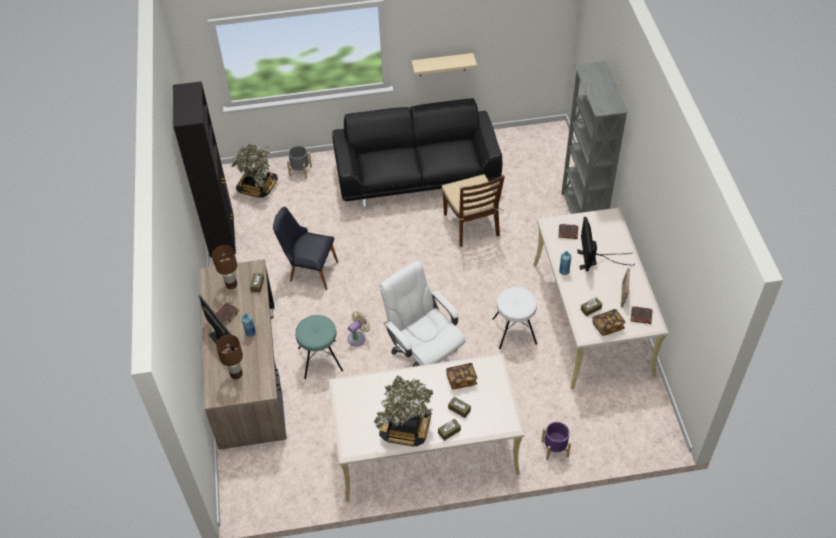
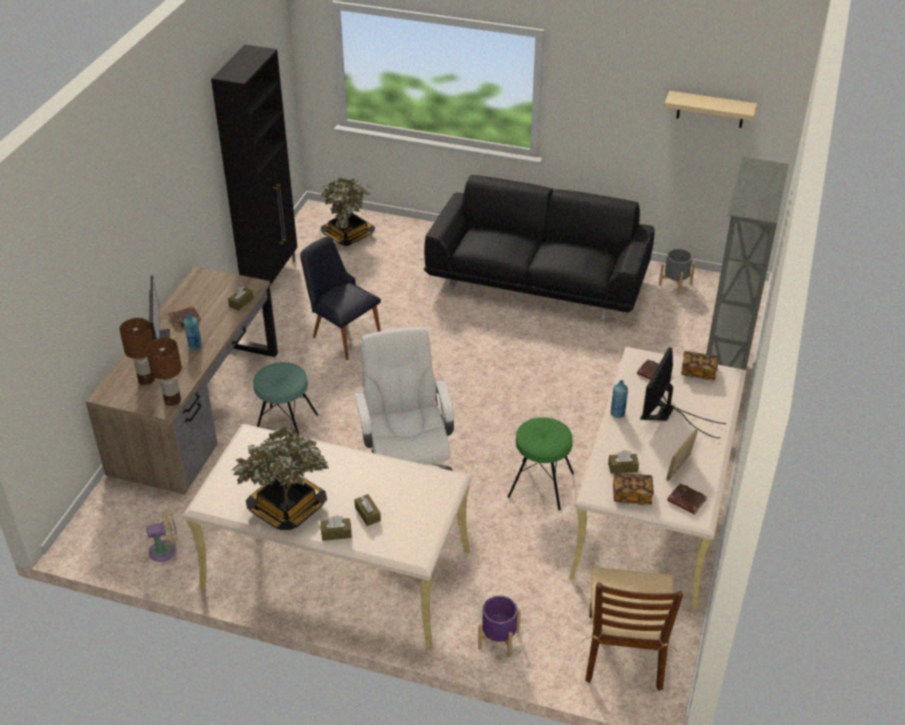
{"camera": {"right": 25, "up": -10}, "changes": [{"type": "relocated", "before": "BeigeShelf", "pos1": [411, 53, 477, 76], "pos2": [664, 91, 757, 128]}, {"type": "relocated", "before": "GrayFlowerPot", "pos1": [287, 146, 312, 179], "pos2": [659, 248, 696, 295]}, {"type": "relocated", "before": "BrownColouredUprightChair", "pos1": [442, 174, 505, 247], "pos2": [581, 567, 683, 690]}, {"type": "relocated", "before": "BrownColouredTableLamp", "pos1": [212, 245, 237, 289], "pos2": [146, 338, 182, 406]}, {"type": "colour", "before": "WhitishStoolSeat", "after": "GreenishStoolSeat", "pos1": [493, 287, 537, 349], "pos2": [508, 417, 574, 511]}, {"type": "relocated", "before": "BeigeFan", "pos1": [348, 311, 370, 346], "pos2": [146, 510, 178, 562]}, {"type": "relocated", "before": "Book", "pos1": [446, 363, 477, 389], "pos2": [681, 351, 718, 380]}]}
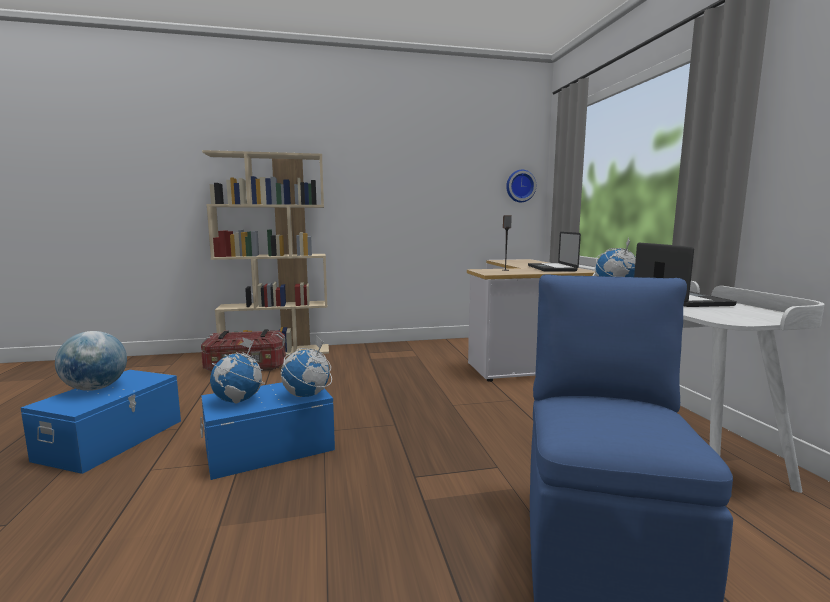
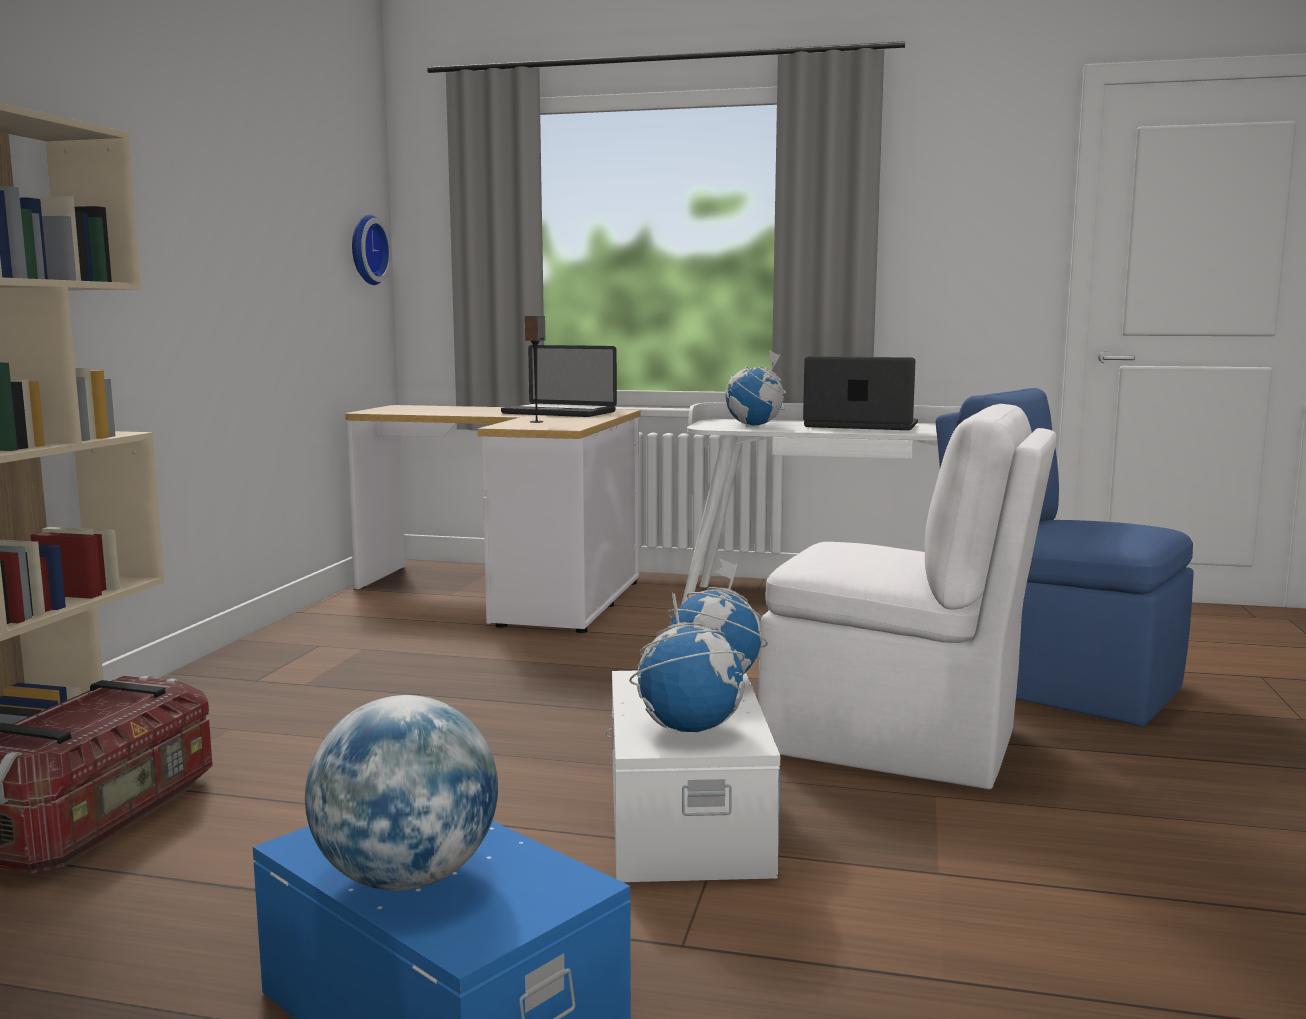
{"camera": {"right": -65, "up": 0}, "changes": [{"type": "colour", "before": "BluishStorageBox", "after": "WhitishStorageBox", "pos1": [200, 382, 335, 480], "pos2": [606, 671, 780, 882]}, {"type": "appeared", "after": "WhitishUprightChair", "pos2": [759, 404, 1057, 789]}]}
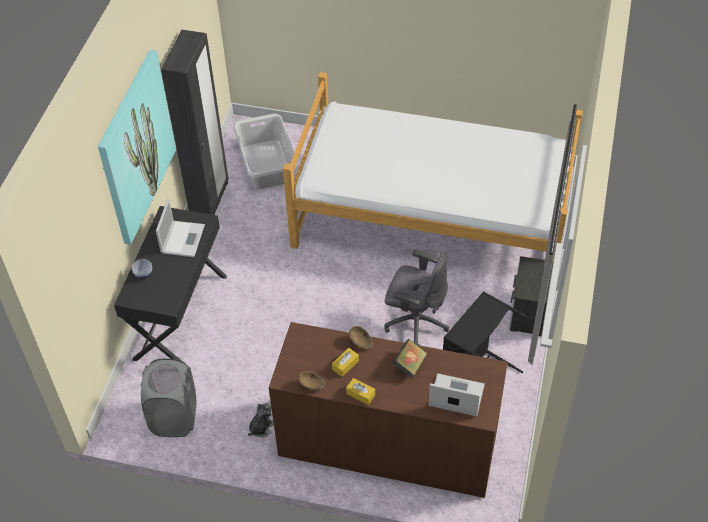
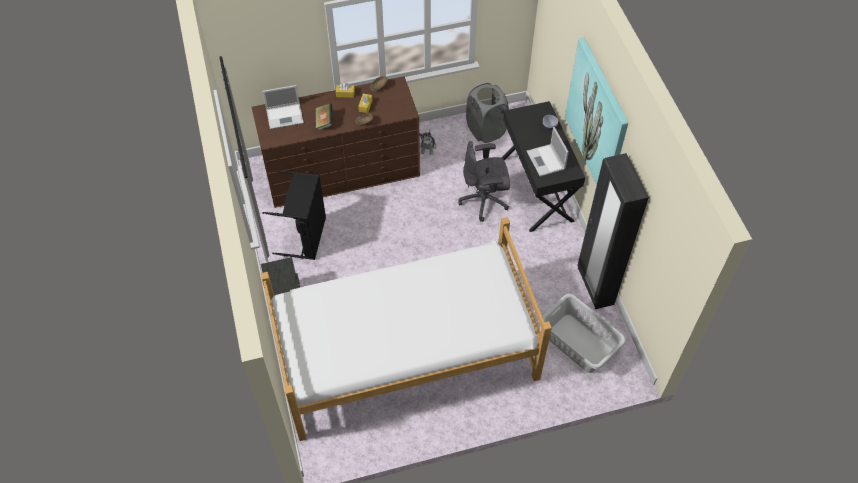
{"camera": {"right": 150, "up": 5}, "changes": [{"type": "relocated", "before": "GrayDeskChair", "pos1": [384, 249, 449, 346], "pos2": [458, 141, 510, 222]}]}
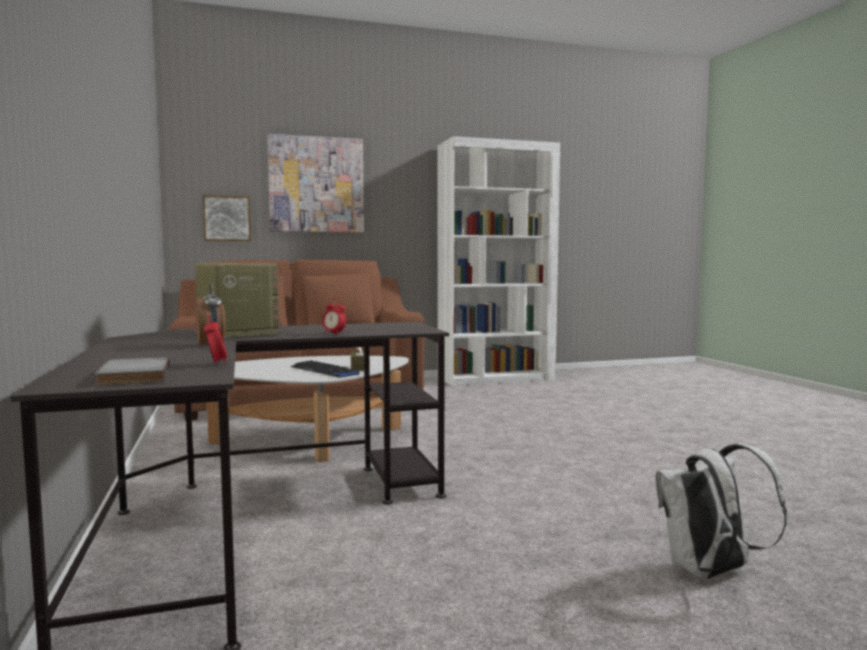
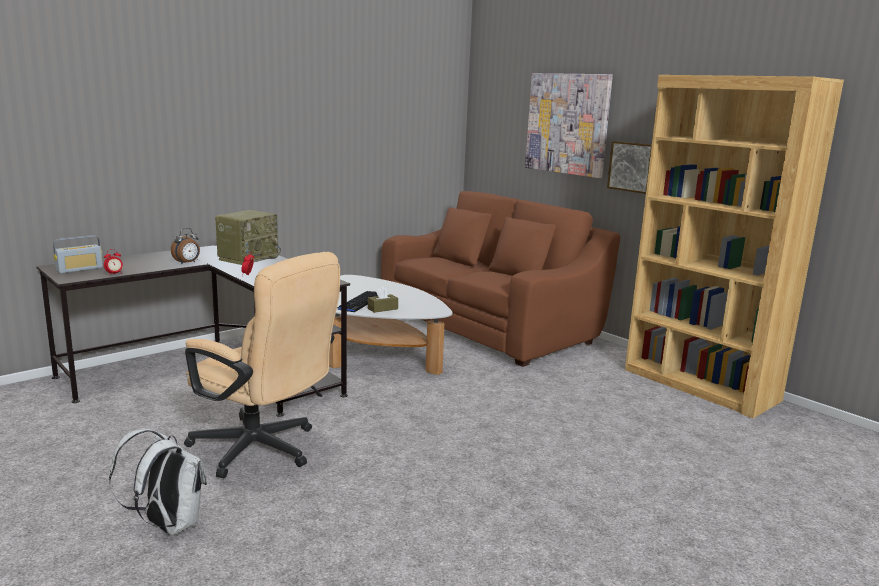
{"camera": {"right": 65, "up": 10}, "changes": [{"type": "colour", "before": "WhitishBookshelf", "after": "BrownColouredBookshelf", "pos1": [437, 136, 560, 386], "pos2": [625, 75, 844, 418]}, {"type": "relocated", "before": "WallArt", "pos1": [203, 195, 251, 241], "pos2": [607, 141, 652, 194]}, {"type": "exchanged", "before": "GrayBook", "after": "RadioReceiver", "pos1": [95, 357, 170, 385], "pos2": [53, 235, 103, 274]}, {"type": "appeared", "after": "BeigeDeskChair", "pos2": [184, 252, 340, 479]}]}
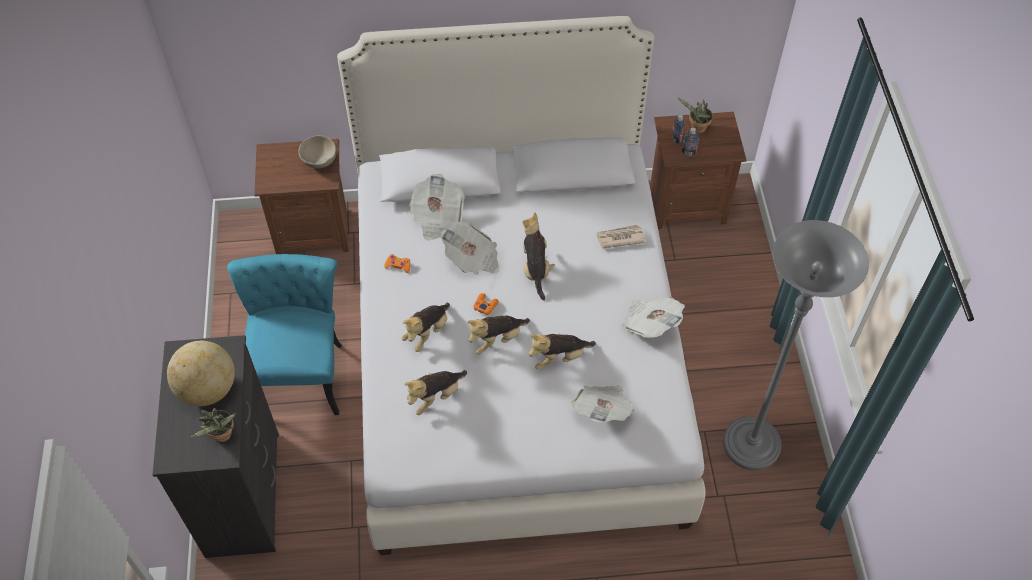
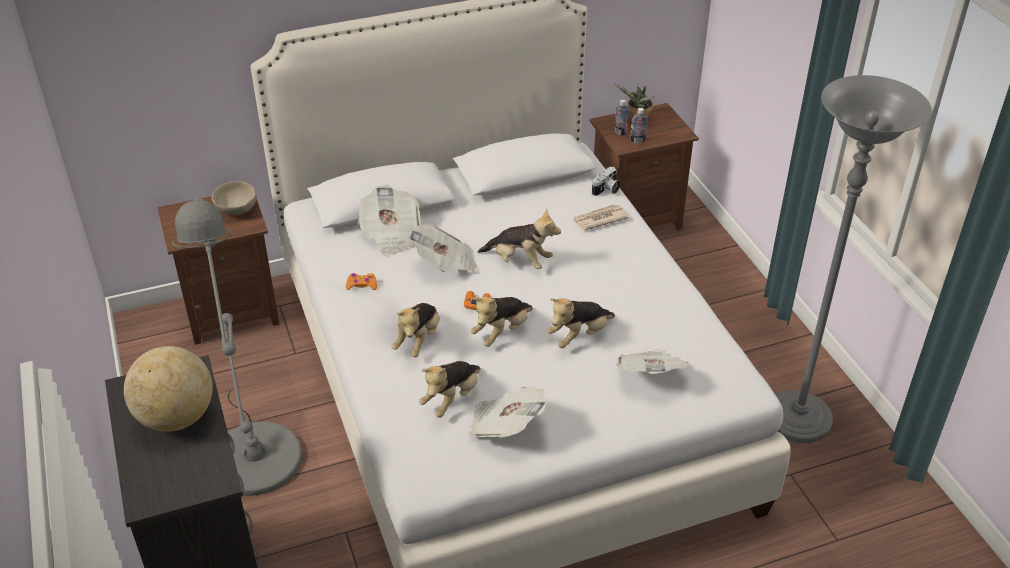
{"camera": {"right": -15, "up": -15}, "changes": [{"type": "spun", "before": "SoftToy", "pos1": [522, 212, 555, 300], "pos2": [478, 209, 561, 269], "turn": 135}, {"type": "exchanged", "before": "BlueGreenUprightChair", "after": "GrayStandingLamp", "pos1": [227, 254, 342, 415], "pos2": [172, 198, 302, 496]}, {"type": "relocated", "before": "DailyPaper", "pos1": [622, 297, 685, 338], "pos2": [469, 387, 546, 438]}, {"type": "missing", "before": "Houseplant", "pos1": [192, 408, 237, 442]}, {"type": "appeared", "after": "StillCamera", "pos2": [592, 166, 621, 196]}]}
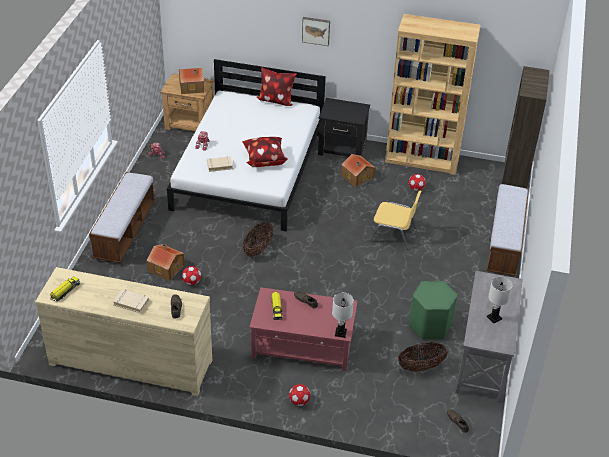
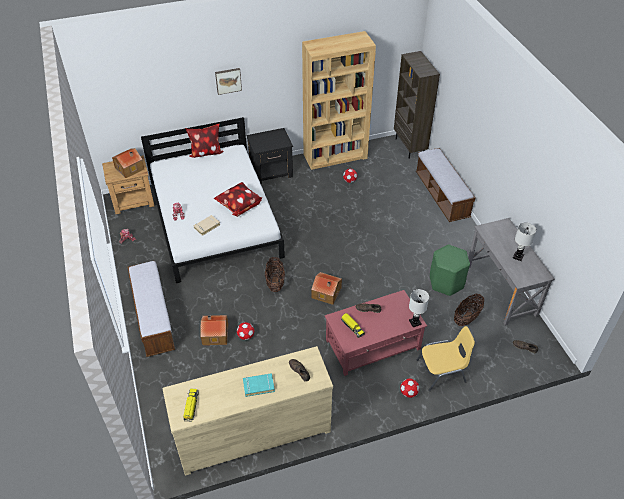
{"camera": {"right": -30, "up": 5}, "changes": [{"type": "relocated", "before": "ToyHouse", "pos1": [341, 154, 376, 187], "pos2": [311, 272, 342, 305]}, {"type": "relocated", "before": "YellowUprightChair", "pos1": [370, 191, 422, 250], "pos2": [417, 326, 475, 391]}, {"type": "colour", "before": "BeigeBook", "after": "BlueGreenBook", "pos1": [113, 289, 149, 313], "pos2": [243, 373, 275, 397]}]}
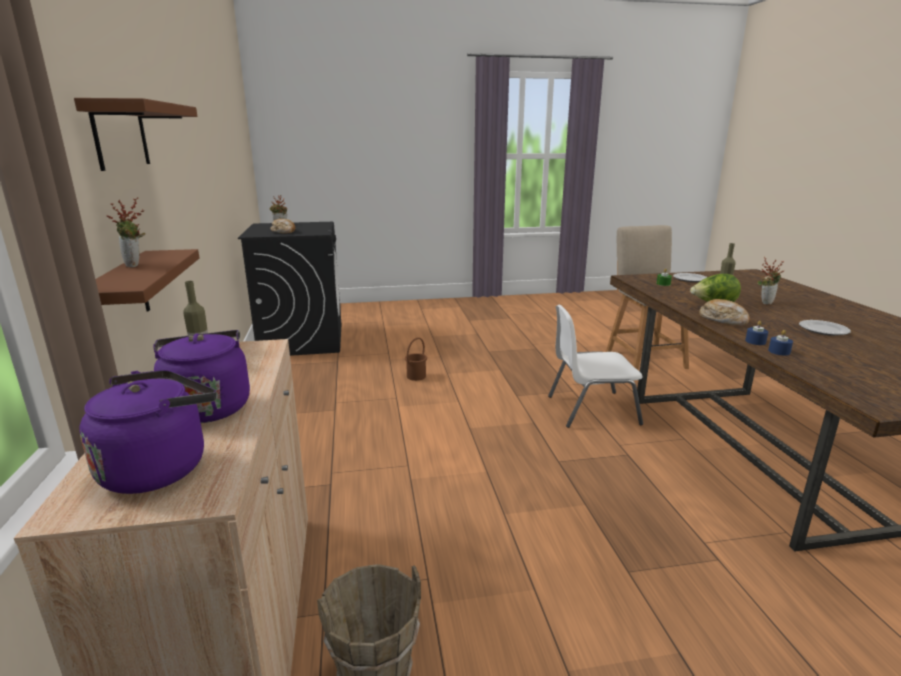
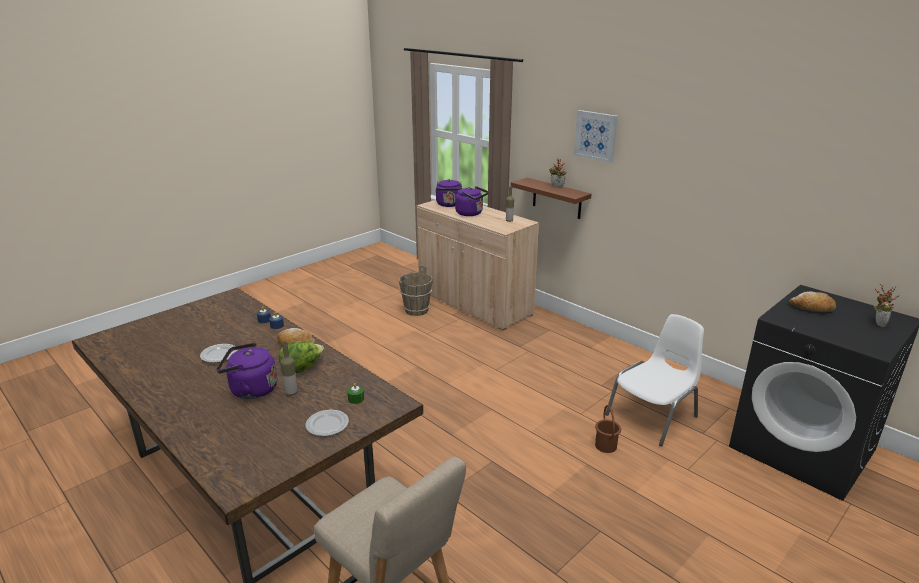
{"camera": {"right": 145, "up": 5}, "changes": [{"type": "exchanged", "before": "BrownColouredShelf", "after": "WallArt", "pos1": [74, 98, 197, 171], "pos2": [574, 110, 618, 163]}, {"type": "exchanged", "before": "Houseplant", "after": "PurpleColouredKettle", "pos1": [757, 257, 784, 305], "pos2": [216, 343, 277, 399]}, {"type": "relocated", "before": "WhitishUprightChair", "pos1": [548, 305, 643, 428], "pos2": [605, 314, 704, 446]}]}
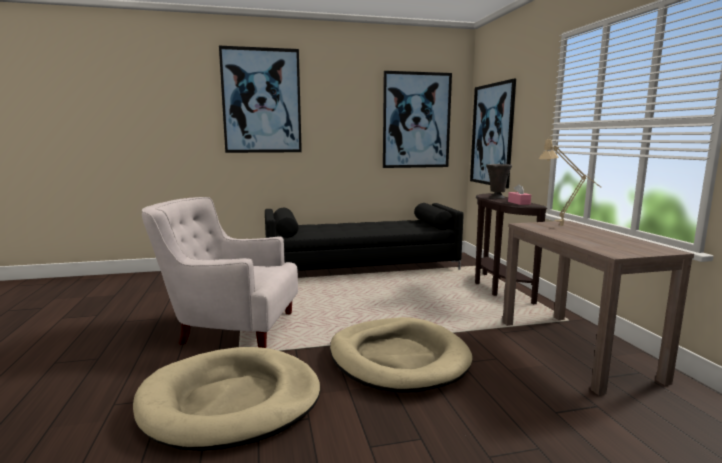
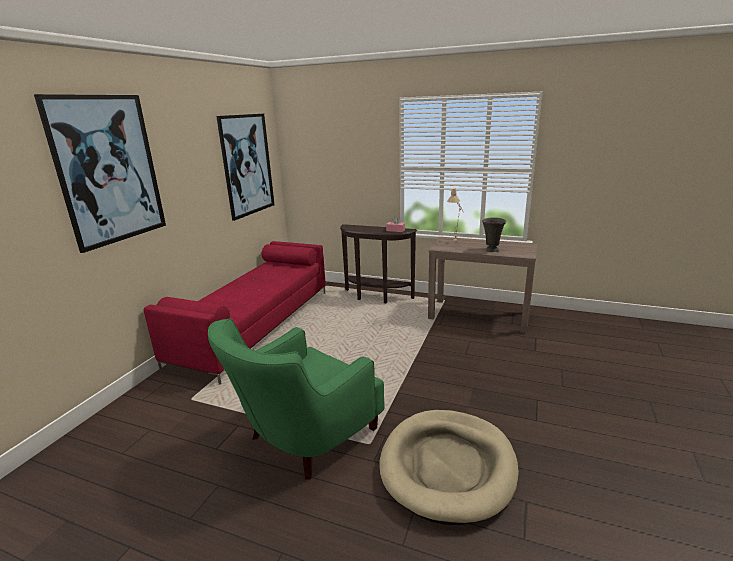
{"camera": {"right": -55, "up": 10}, "changes": [{"type": "missing", "before": "WallArt", "pos1": [470, 79, 516, 188]}, {"type": "relocated", "before": "GrayFlowerVase", "pos1": [486, 164, 512, 199], "pos2": [482, 217, 506, 252]}, {"type": "colour", "before": "WhitishLoungeChair", "after": "GreenishLoungeChair", "pos1": [142, 197, 298, 348], "pos2": [208, 319, 385, 480]}, {"type": "colour", "before": "BlackColouredCouch", "after": "ReddishCouch", "pos1": [265, 203, 464, 271], "pos2": [144, 241, 326, 385]}, {"type": "missing", "before": "BeigeDogCushion", "pos1": [330, 317, 472, 392]}]}
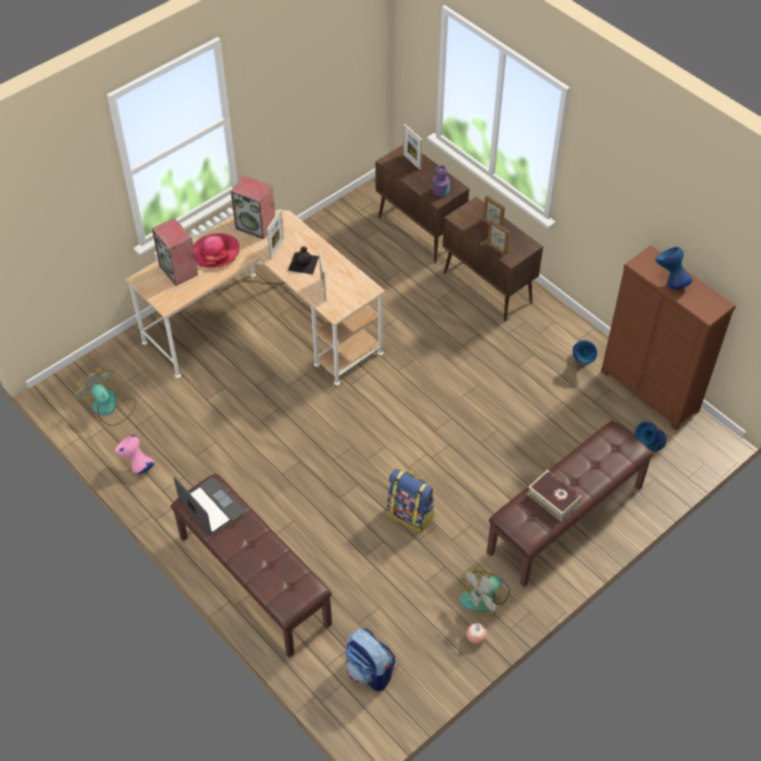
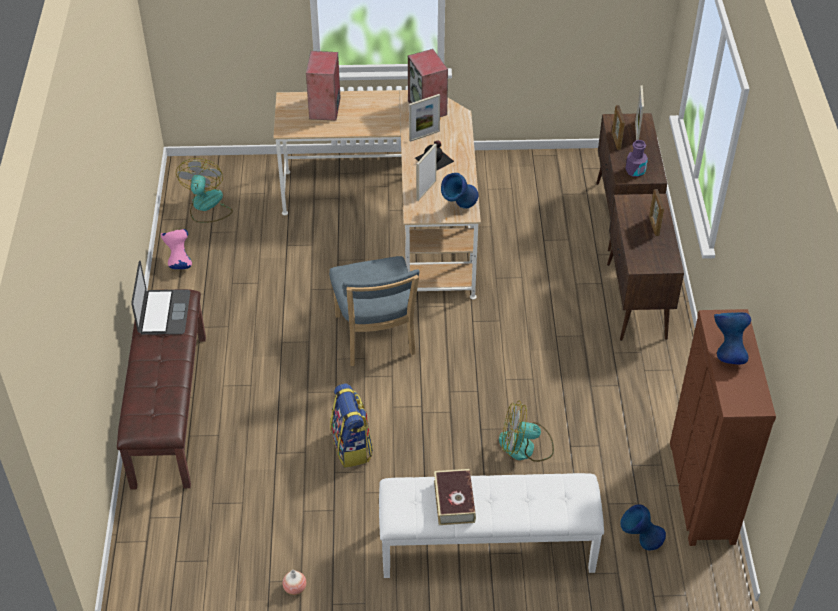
{"camera": {"right": 40, "up": -5}, "changes": [{"type": "relocated", "before": "StandingFrame", "pos1": [487, 219, 510, 255], "pos2": [612, 105, 625, 150]}, {"type": "missing", "before": "ClothingHat", "pos1": [193, 233, 240, 268]}, {"type": "relocated", "before": "BluishFlowerVase", "pos1": [573, 340, 597, 364], "pos2": [441, 173, 479, 209]}, {"type": "colour", "before": "BrownColouredLongSeat", "after": "WhitishLongSeat", "pos1": [487, 421, 654, 587], "pos2": [379, 473, 604, 578]}, {"type": "relocated", "before": "Fan", "pos1": [460, 567, 510, 614], "pos2": [499, 401, 554, 462]}, {"type": "missing", "before": "Rucksack", "pos1": [345, 628, 395, 691]}, {"type": "appeared", "after": "BluishUprightChair", "pos2": [329, 256, 420, 366]}]}
